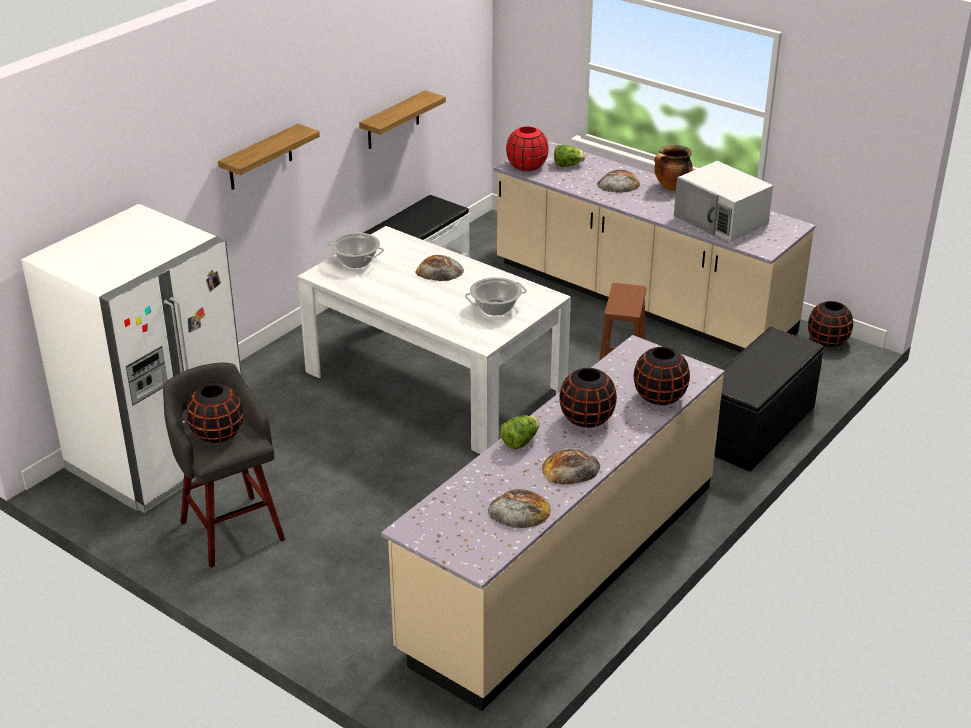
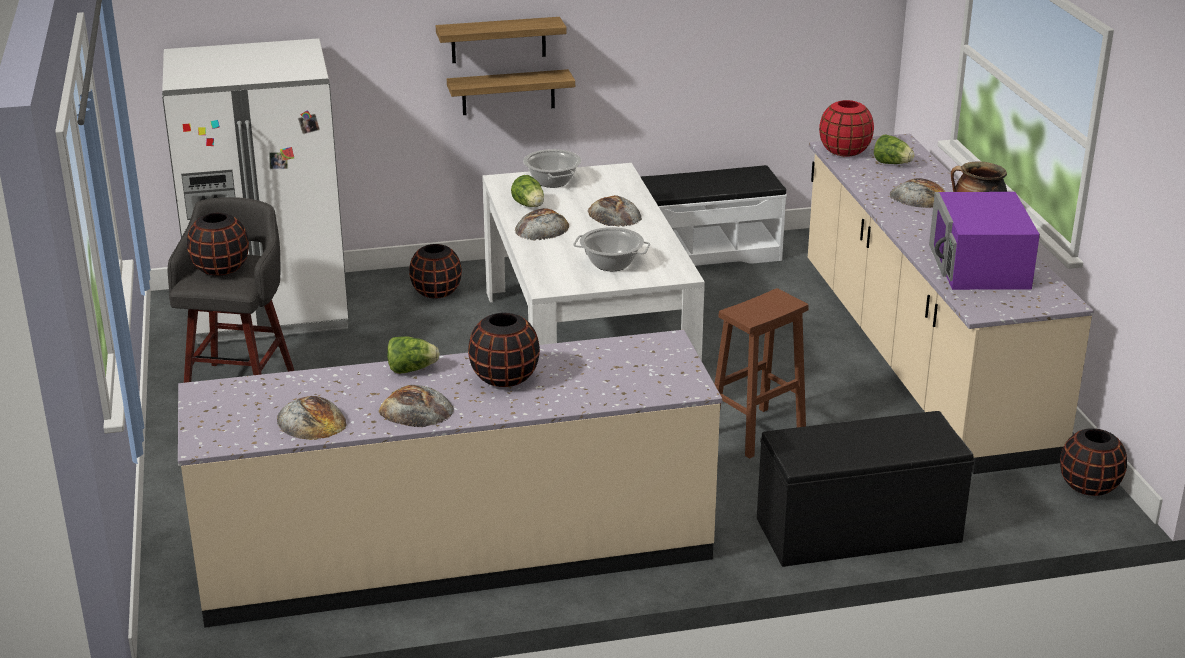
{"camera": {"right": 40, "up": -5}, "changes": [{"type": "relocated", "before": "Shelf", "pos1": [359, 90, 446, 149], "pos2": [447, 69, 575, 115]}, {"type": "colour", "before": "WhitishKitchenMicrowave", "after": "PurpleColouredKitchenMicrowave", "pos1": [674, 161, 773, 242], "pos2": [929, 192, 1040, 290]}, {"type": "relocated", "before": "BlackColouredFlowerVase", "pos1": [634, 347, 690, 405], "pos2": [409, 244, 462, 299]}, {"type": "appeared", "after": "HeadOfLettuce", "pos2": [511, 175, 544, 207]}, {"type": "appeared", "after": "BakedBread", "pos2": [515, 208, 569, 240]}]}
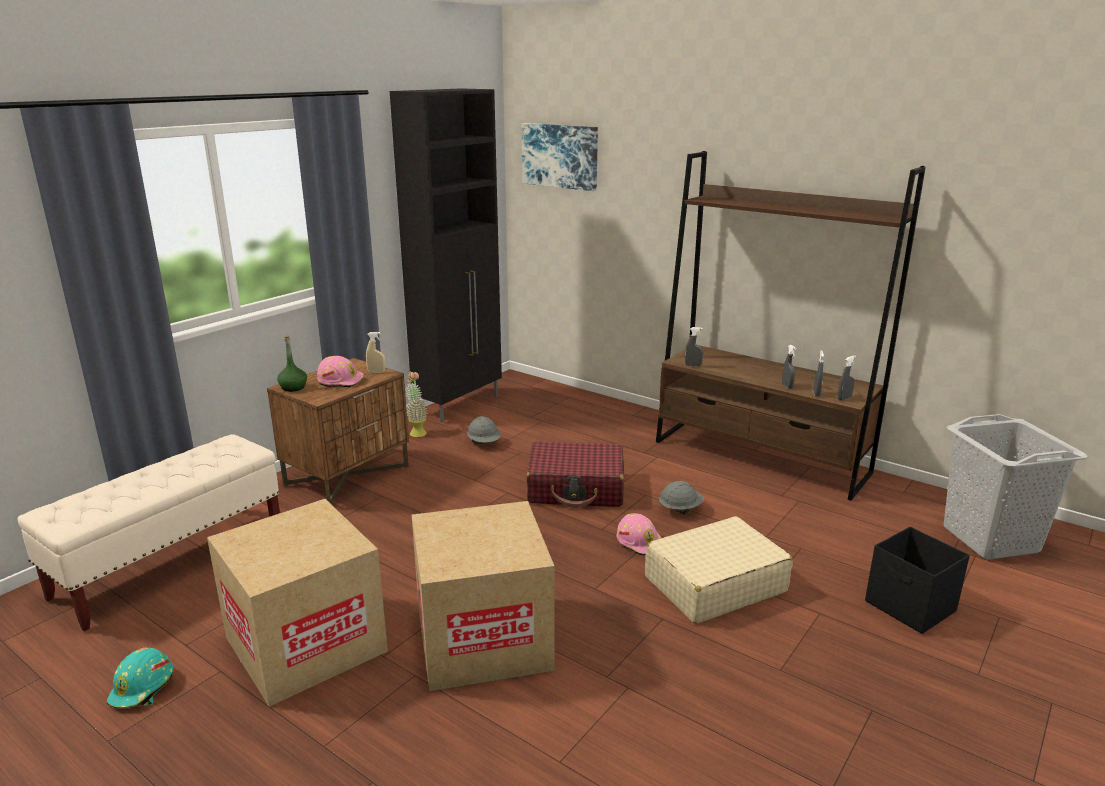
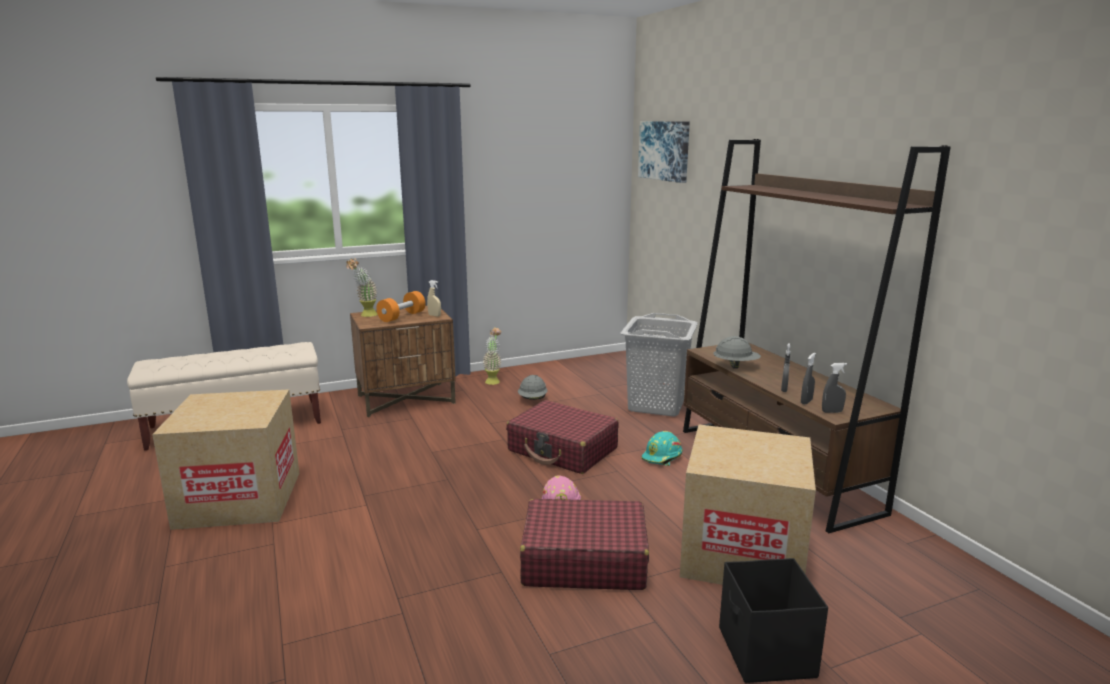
{"camera": {"right": 30, "up": -5}, "changes": [{"type": "missing", "before": "BlackColouredCabinet", "pos1": [390, 88, 502, 423]}, {"type": "missing", "before": "GrayHandSprayer", "pos1": [685, 327, 703, 367]}, {"type": "exchanged", "before": "GreenishBottle", "after": "Houseplant", "pos1": [277, 335, 307, 392], "pos2": [346, 258, 378, 317]}, {"type": "exchanged", "before": "PinkSafetyHelmet", "after": "OrangeColouredHandWeight", "pos1": [317, 356, 364, 388], "pos2": [376, 291, 426, 322]}, {"type": "relocated", "before": "GrayHamper", "pos1": [944, 414, 1088, 559], "pos2": [620, 313, 698, 416]}, {"type": "relocated", "before": "GraySafetyHelmet", "pos1": [659, 481, 704, 515], "pos2": [713, 336, 761, 368]}, {"type": "relocated", "before": "Carton", "pos1": [412, 501, 555, 691], "pos2": [680, 424, 816, 585]}, {"type": "colour", "before": "BeigeTravelCase", "after": "ReddishTravelCase", "pos1": [645, 516, 793, 624], "pos2": [520, 499, 649, 590]}, {"type": "relocated", "before": "BlueGreenSafetyHelmet", "pos1": [107, 647, 173, 709], "pos2": [641, 431, 683, 466]}]}
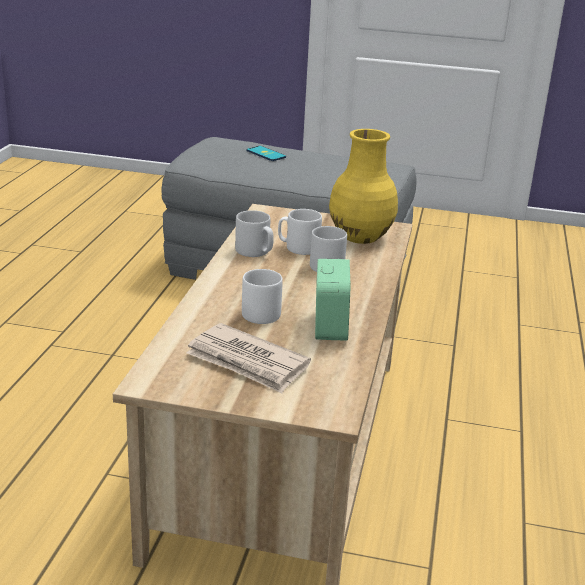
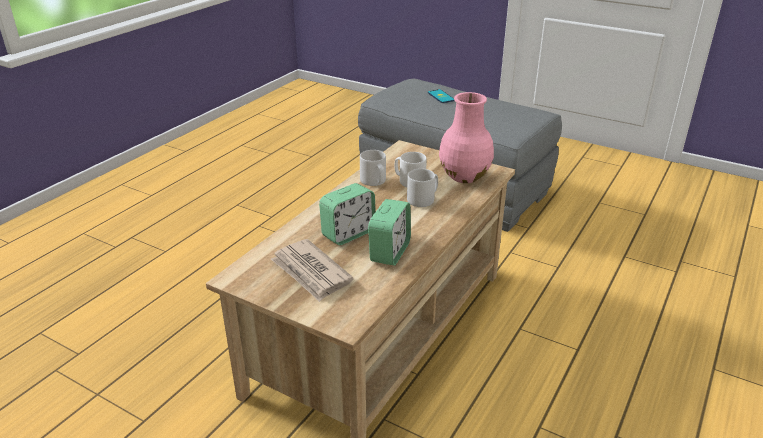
{"camera": {"right": 20, "up": 5}, "changes": [{"type": "colour", "before": "YellowFlowerVase", "after": "PinkFlowerVase", "pos1": [329, 129, 398, 244], "pos2": [439, 92, 494, 183]}, {"type": "exchanged", "before": "WhitishCoffeeMug", "after": "AlarmClock", "pos1": [242, 269, 283, 324], "pos2": [319, 183, 376, 245]}]}
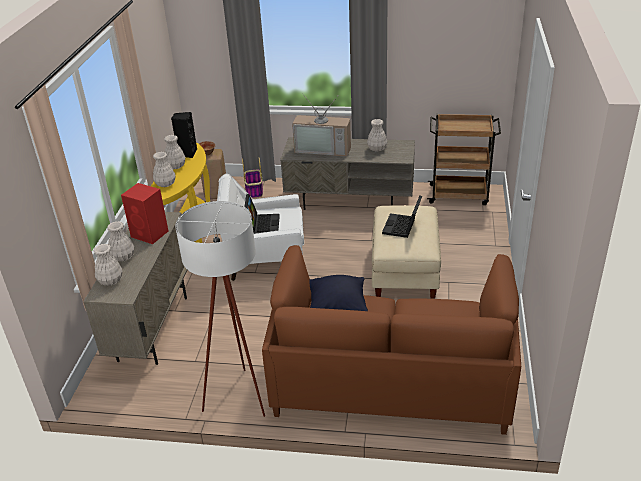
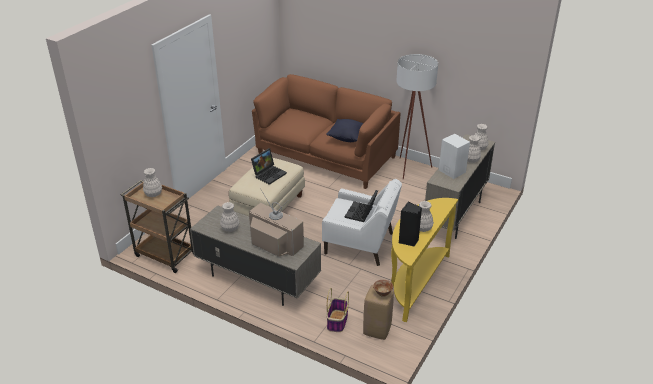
{"camera": {"right": -160, "up": 0}, "changes": [{"type": "relocated", "before": "WhitishFlowerVase", "pos1": [153, 152, 176, 187], "pos2": [143, 168, 162, 197]}, {"type": "colour", "before": "ReddishAudioSpeaker", "after": "WhitishAudioSpeaker", "pos1": [121, 183, 168, 244], "pos2": [439, 134, 470, 179]}]}
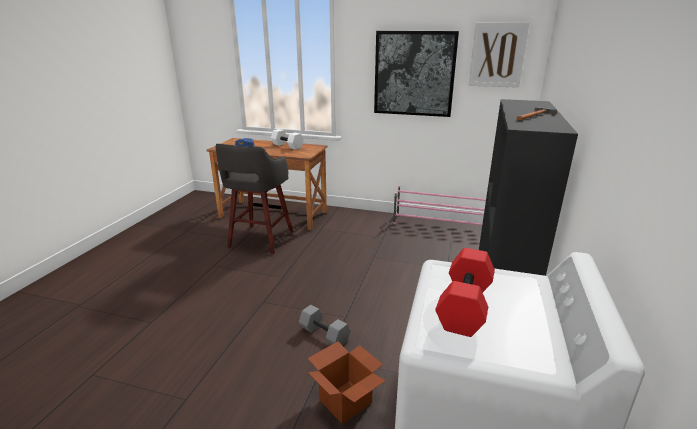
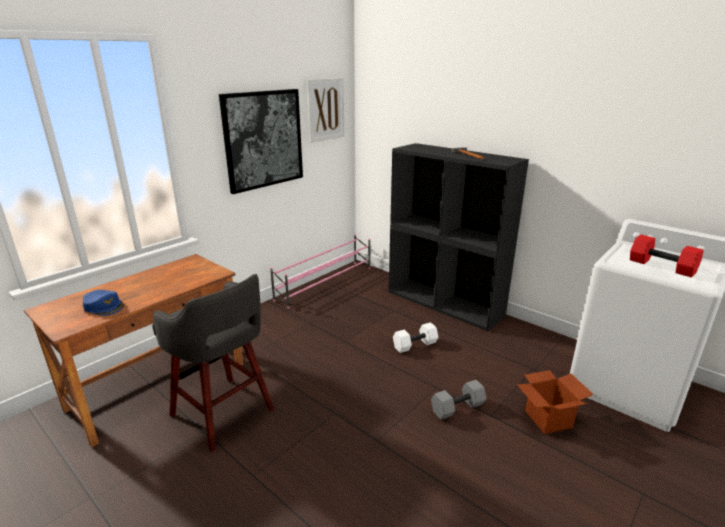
{"camera": {"right": -65, "up": 0}, "changes": [{"type": "relocated", "before": "WhitishHandWeight", "pos1": [271, 129, 304, 150], "pos2": [393, 322, 438, 353]}]}
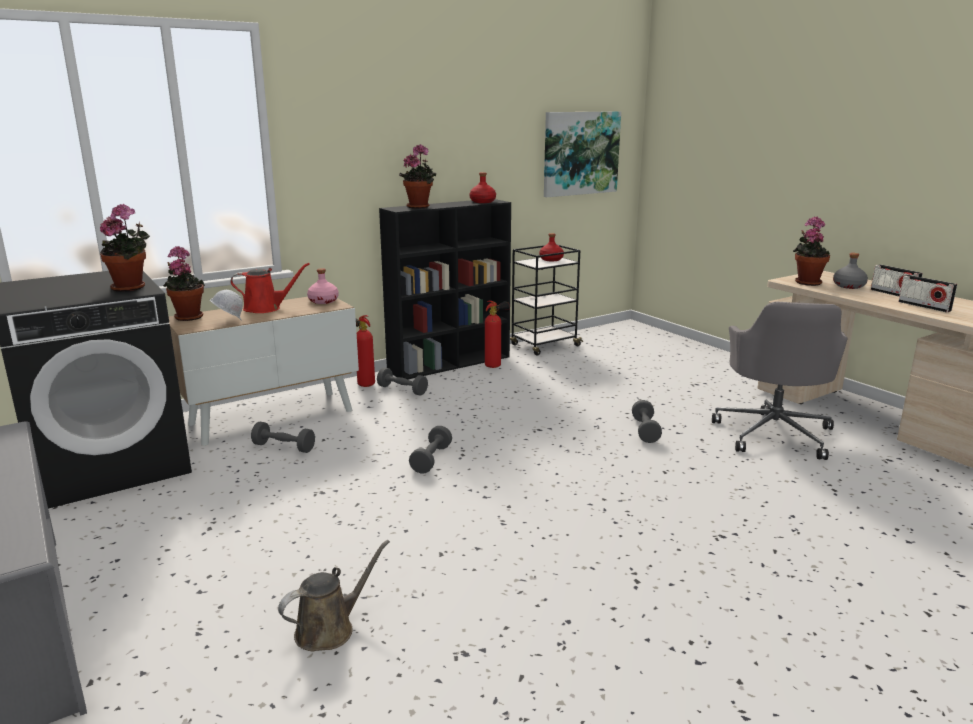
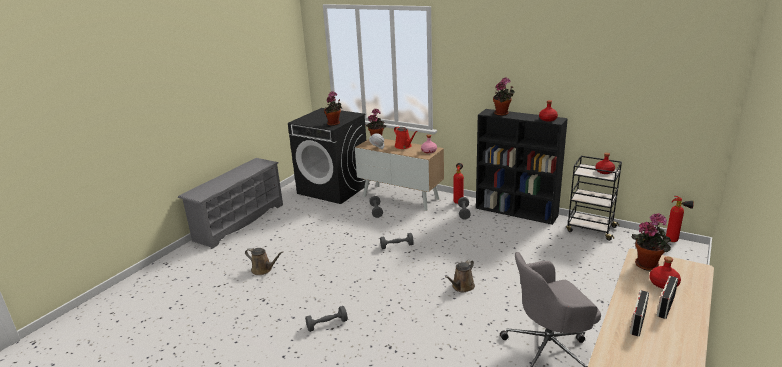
{"camera": {"right": 65, "up": 5}, "changes": [{"type": "missing", "before": "WallArt", "pos1": [544, 111, 621, 197]}, {"type": "colour", "before": "GrayBottle", "after": "ReddishBottle", "pos1": [833, 253, 868, 289], "pos2": [649, 257, 681, 289]}, {"type": "relocated", "before": "Extinguisher", "pos1": [485, 300, 510, 368], "pos2": [666, 196, 694, 242]}, {"type": "relocated", "before": "GrayHandWeight", "pos1": [632, 400, 662, 443], "pos2": [305, 306, 348, 332]}, {"type": "appeared", "after": "BrownColouredWateringPot", "pos2": [445, 260, 475, 292]}]}
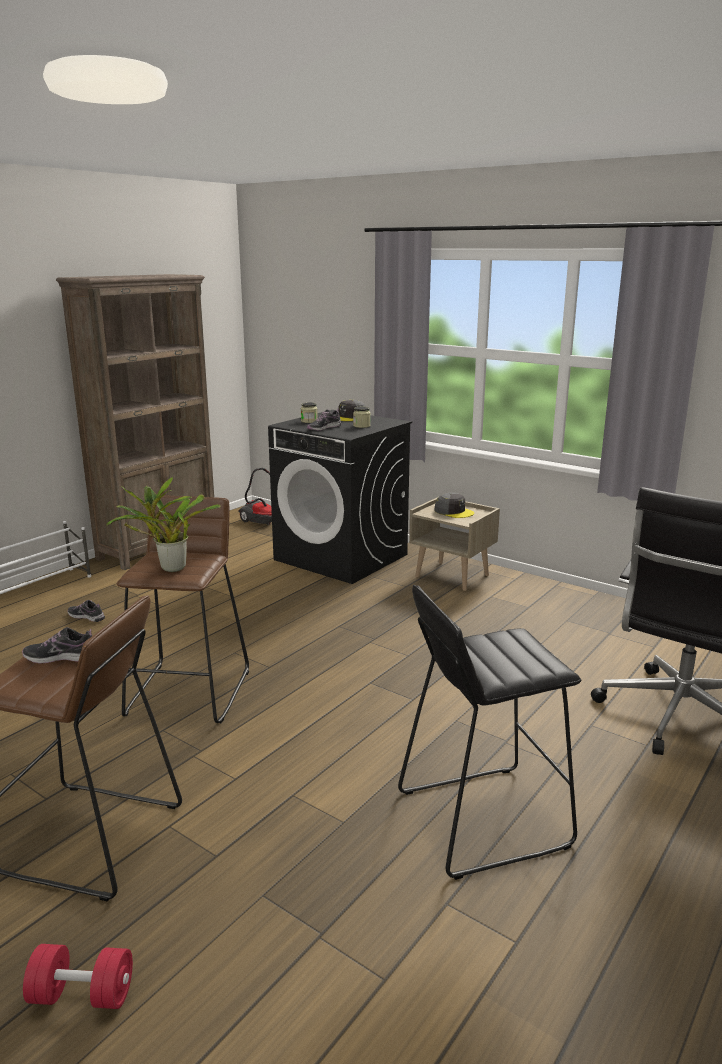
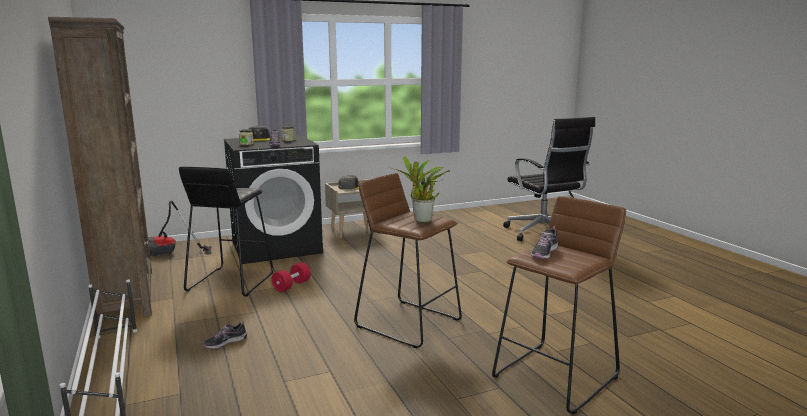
{"camera": {"right": -60, "up": -5}, "changes": [{"type": "relocated", "before": "BlackColouredStoolSeat", "pos1": [398, 585, 582, 880], "pos2": [179, 167, 273, 297]}, {"type": "relocated", "before": "ReddishHandWeight", "pos1": [23, 944, 133, 1009], "pos2": [272, 262, 311, 292]}]}
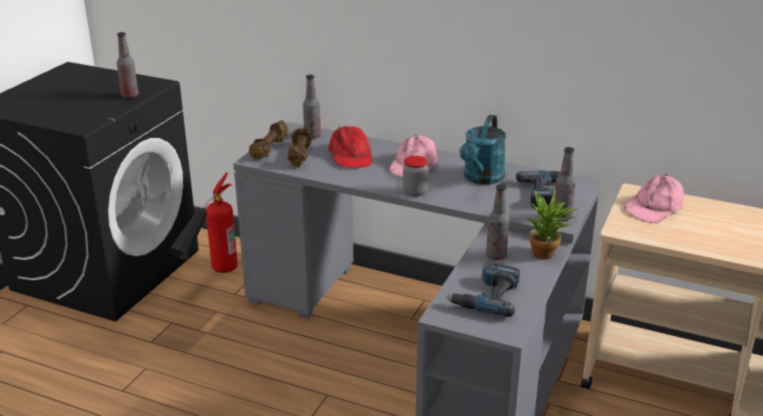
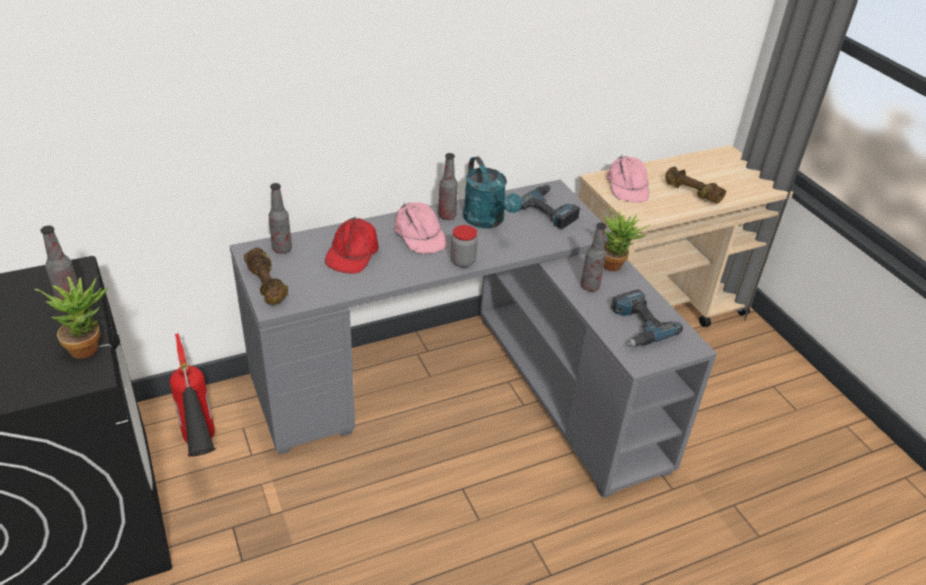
{"camera": {"right": -50, "up": 10}, "changes": [{"type": "spun", "before": "ReddishCap", "pos1": [328, 126, 373, 168], "pos2": [325, 217, 379, 274], "turn": 75}, {"type": "relocated", "before": "BrownColouredHandWeight", "pos1": [287, 128, 312, 167], "pos2": [665, 167, 726, 203]}, {"type": "relocated", "before": "Bottle", "pos1": [555, 147, 576, 221], "pos2": [438, 153, 458, 220]}, {"type": "appeared", "after": "Houseplant", "pos2": [34, 275, 108, 359]}]}
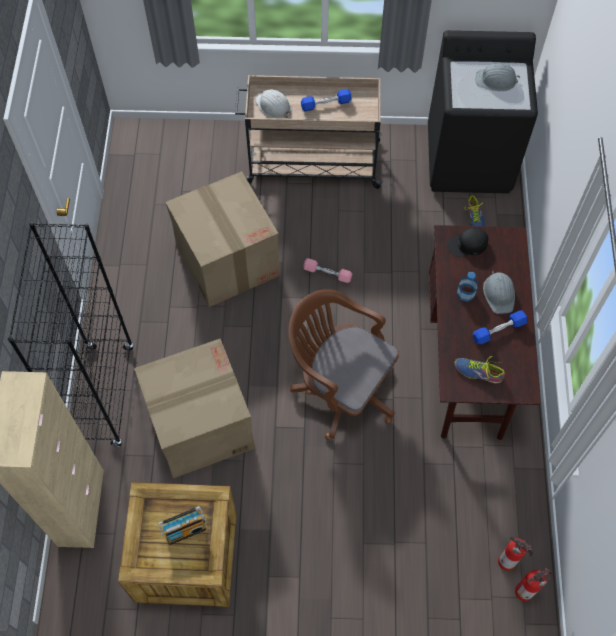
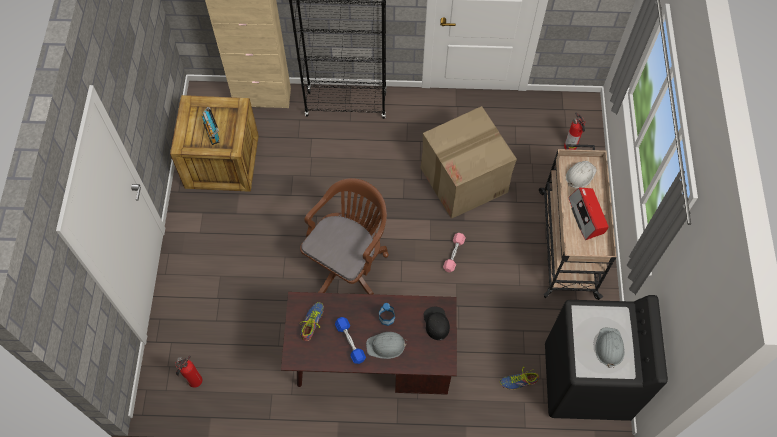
{"camera": {"right": 90, "up": 0}, "changes": [{"type": "exchanged", "before": "BluishHandWeight", "after": "RadioReceiver", "pos1": [301, 89, 352, 112], "pos2": [568, 187, 608, 240]}, {"type": "missing", "before": "Carton", "pos1": [134, 338, 255, 478]}, {"type": "relocated", "before": "Extinguisher", "pos1": [515, 568, 551, 601], "pos2": [564, 112, 586, 150]}]}
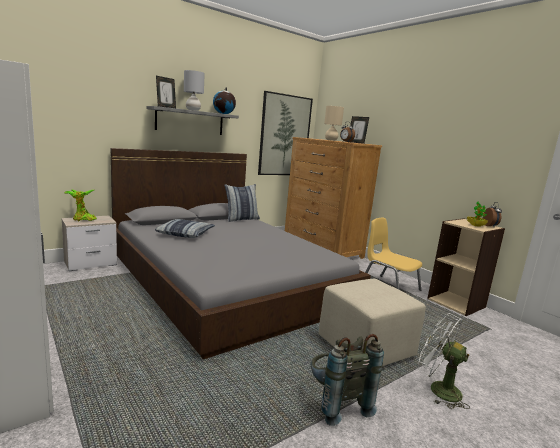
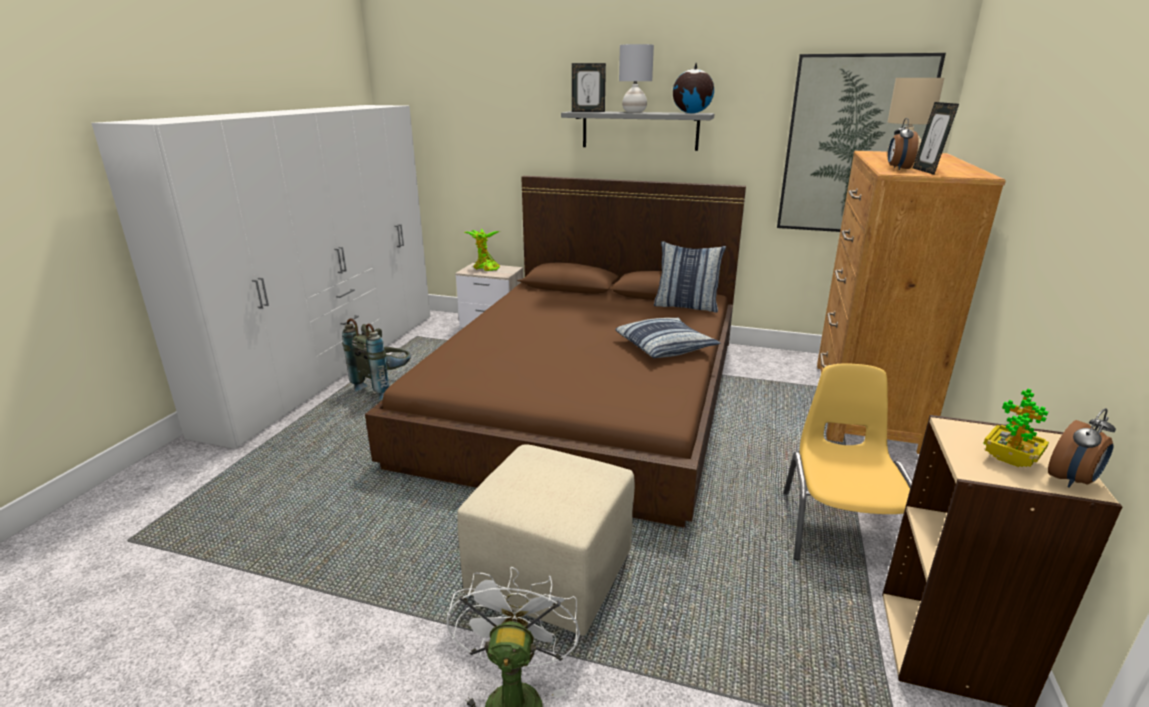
{"camera": {"right": 55, "up": 10}, "changes": [{"type": "colour", "before": "GraySleepingBed", "after": "BrownColouredSleepingBed", "pos1": [111, 148, 371, 359], "pos2": [365, 176, 746, 528]}, {"type": "relocated", "before": "ThrowPillow", "pos1": [155, 219, 215, 238], "pos2": [615, 317, 720, 358]}, {"type": "relocated", "before": "GrayRucksack", "pos1": [311, 334, 384, 426], "pos2": [342, 318, 411, 401]}]}
